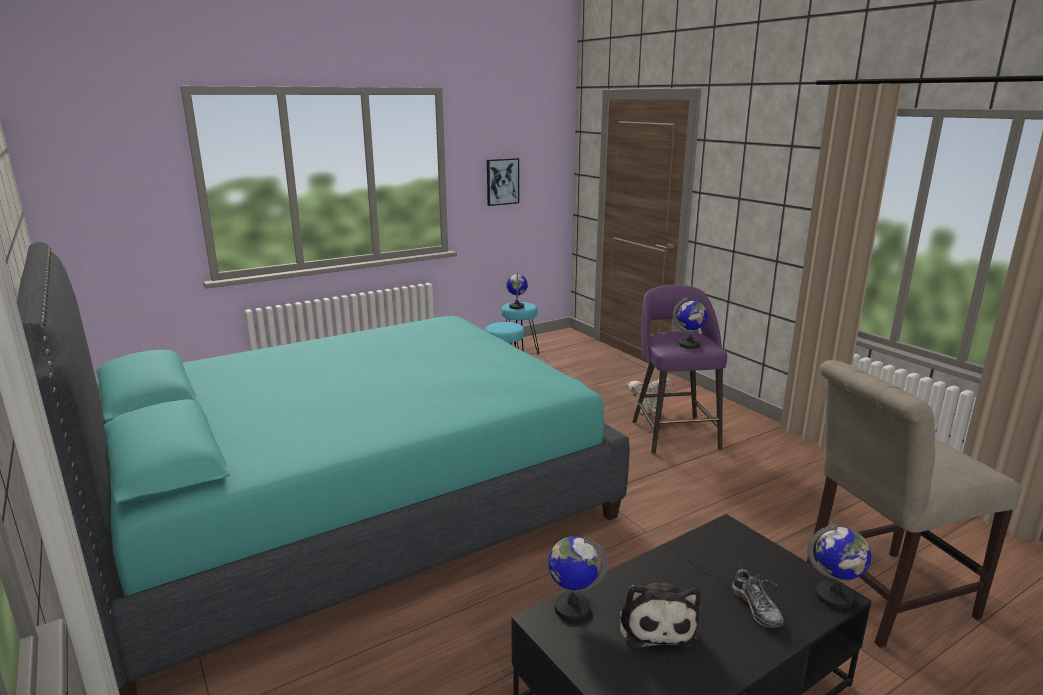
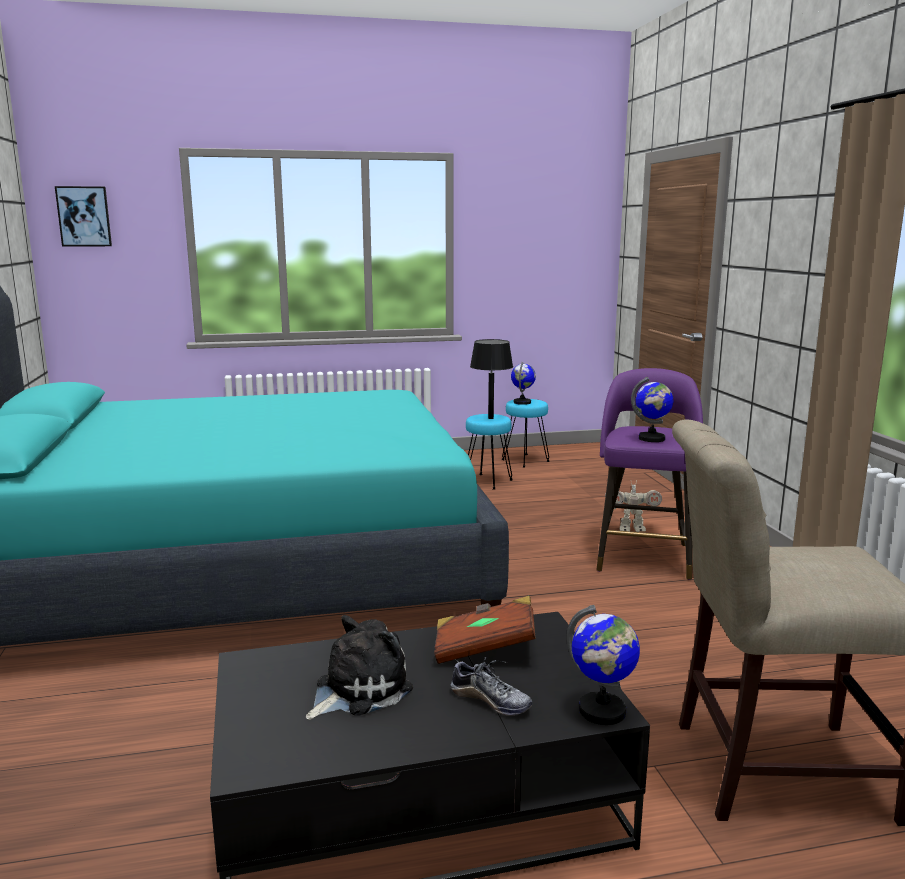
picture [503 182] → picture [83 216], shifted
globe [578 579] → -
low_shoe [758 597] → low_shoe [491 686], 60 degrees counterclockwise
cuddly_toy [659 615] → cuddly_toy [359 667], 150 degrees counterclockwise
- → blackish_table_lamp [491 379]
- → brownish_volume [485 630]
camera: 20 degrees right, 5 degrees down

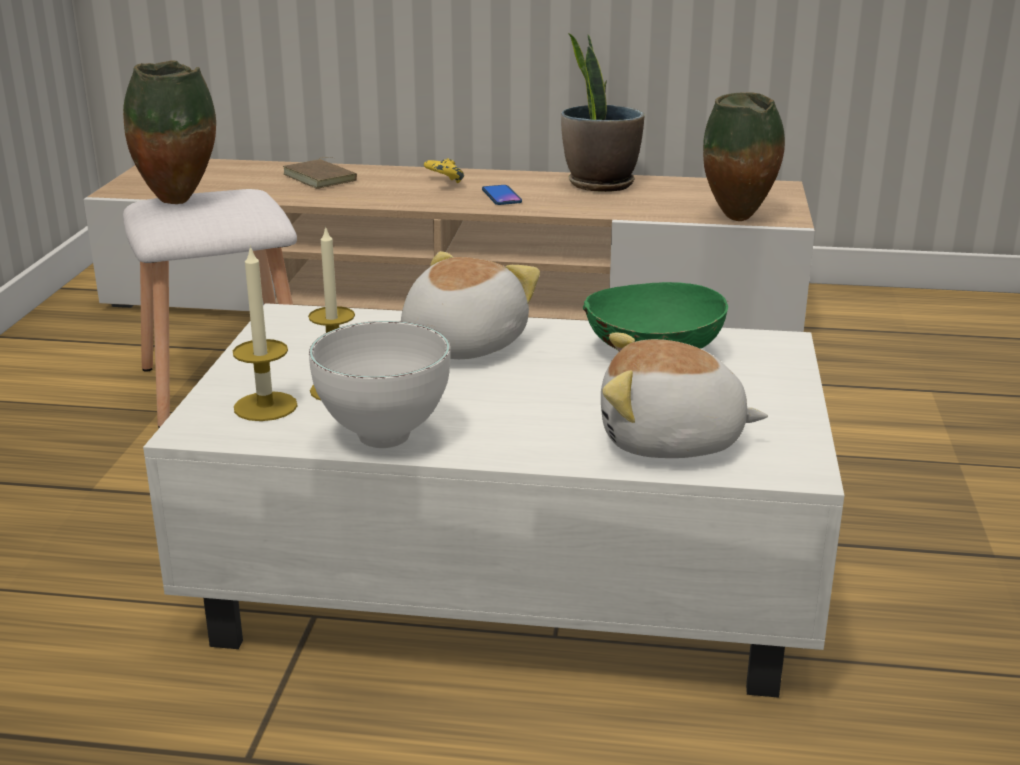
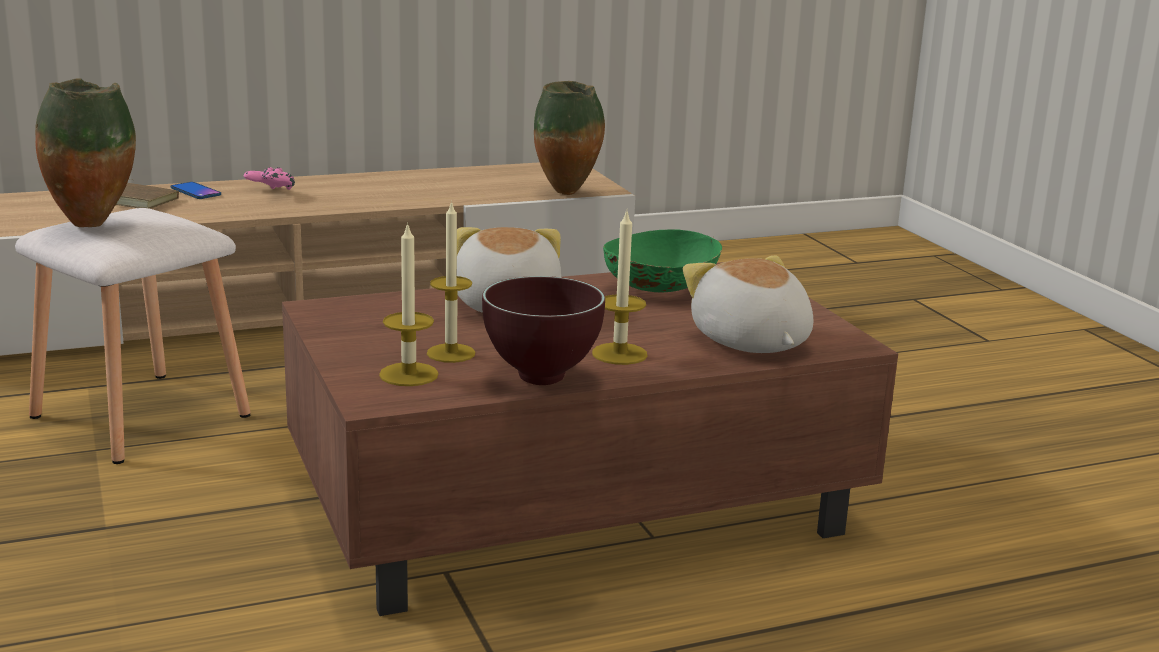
potted_plant [603 112] → -
yellowish_game_controller [444 170] → pink_game_controller [269 178]
phone [502 195] → phone [196 190], shifted
white-coloured_lounge_table [493 500] → brownish_lounge_table [590 439]
white-coloured_deep_dish [380 384] → brownish_deep_dish [543 330]
cuddly_toy [684 395] → cuddly_toy [748 304], 90 degrees clockwise
- → wax_light [619 287]
camera: 30 degrees left, 5 degrees down

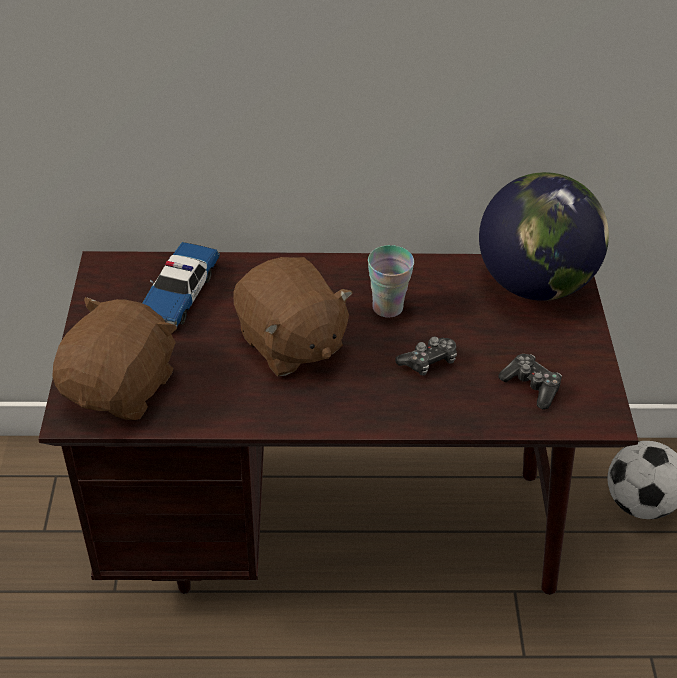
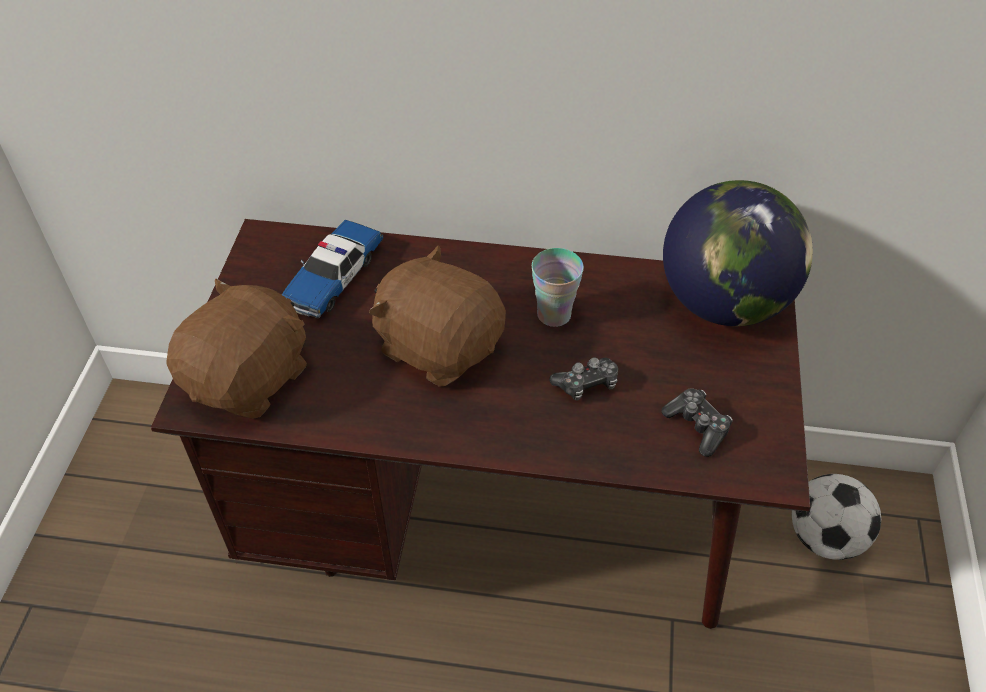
brownish_cuddly_toy [293 316] → brownish_cuddly_toy [437 316], 150 degrees clockwise
camera: 10 degrees right, 5 degrees up

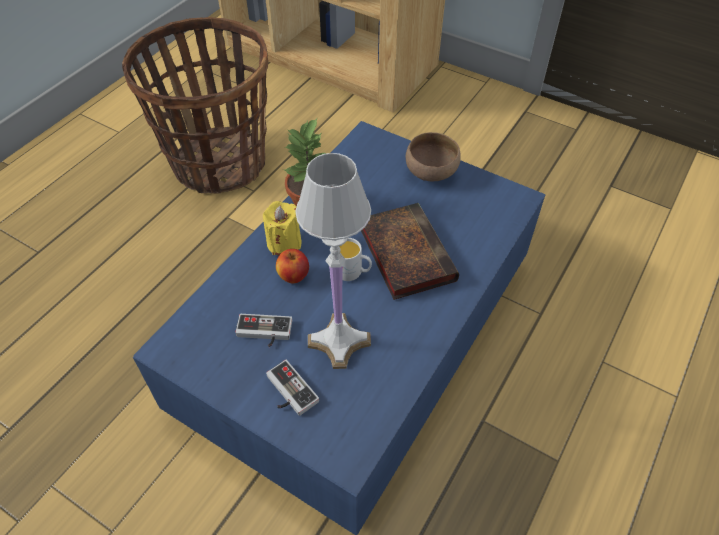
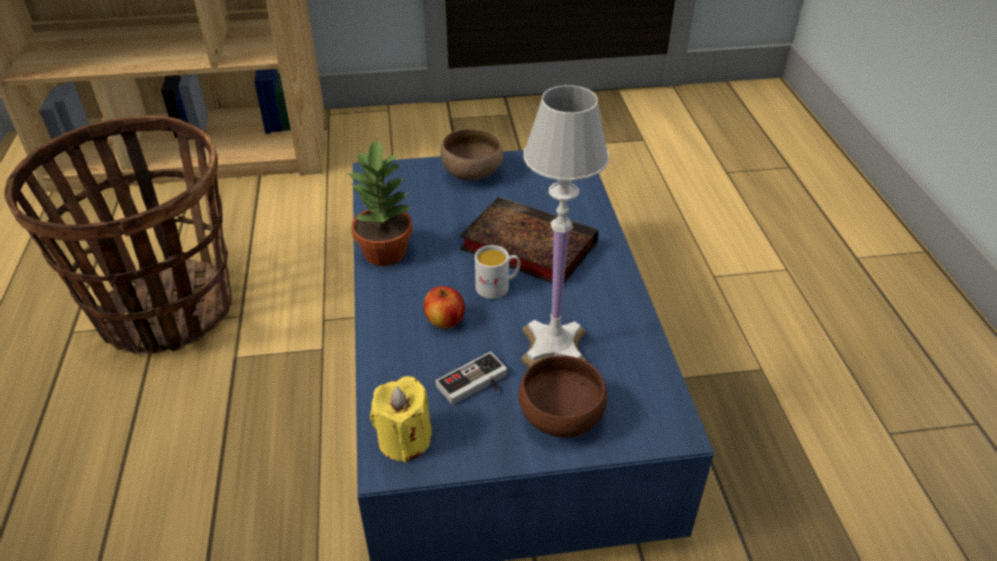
yellowish_wax_light [282 228] → yellowish_wax_light [401 419], shifted
game_controller [292 388] → brownish_deep_dish [562 396]
camera: 40 degrees left, 10 degrees down

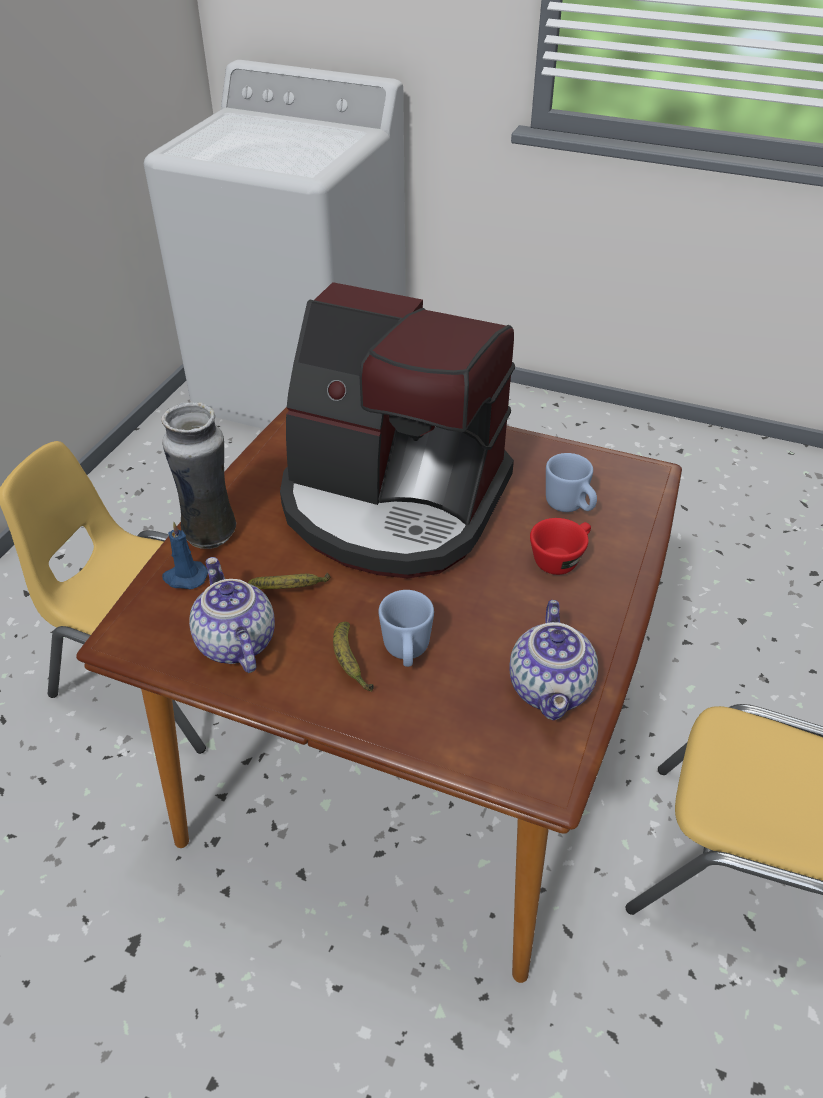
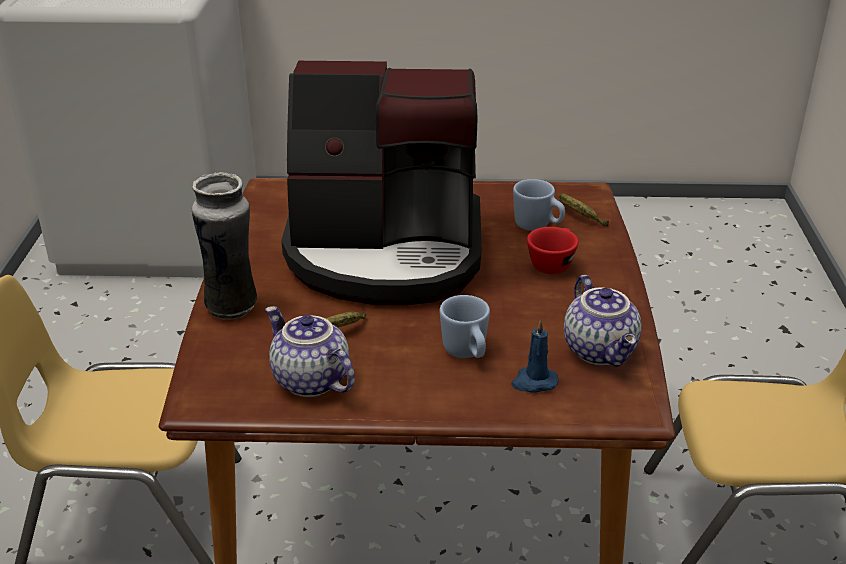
blue_wax_light [185 555] → blue_wax_light [534 356], shifted
banana [353 657] → banana [584 210], shifted
camera: 20 degrees left, 10 degrees down

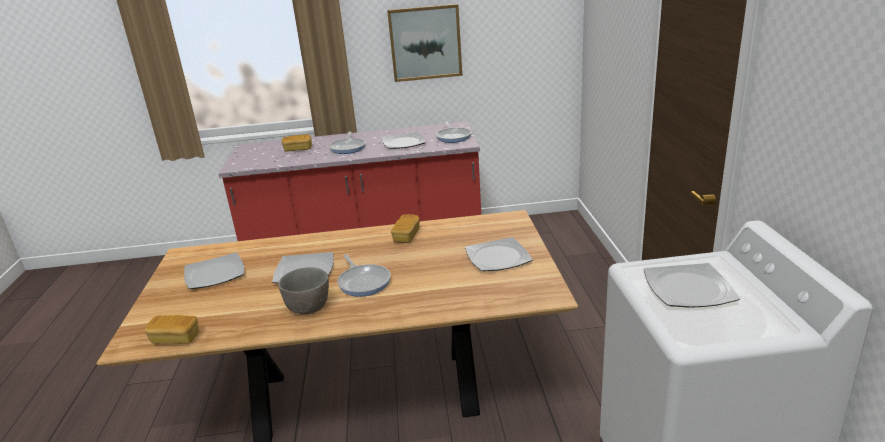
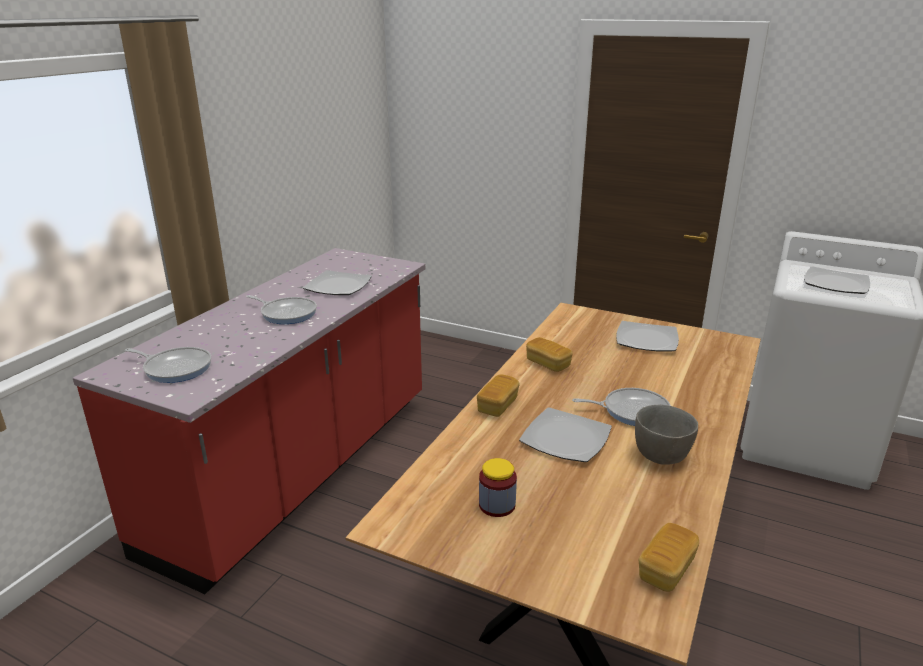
picture [424 43] → -
skillet [454 132] → skillet [168 365], shifted
bakery_bread [297 143] → bakery_bread [498 396], shifted
plate [214 270] → preserve_jar [498 487]
camera: 60 degrees left, 0 degrees up

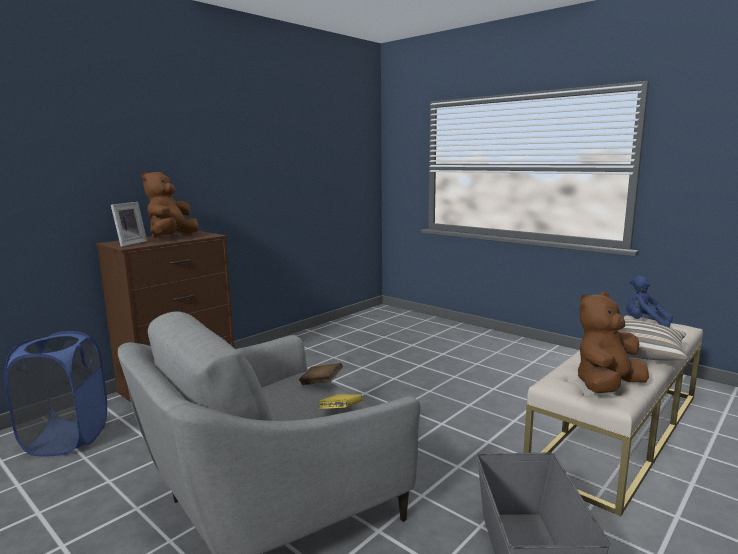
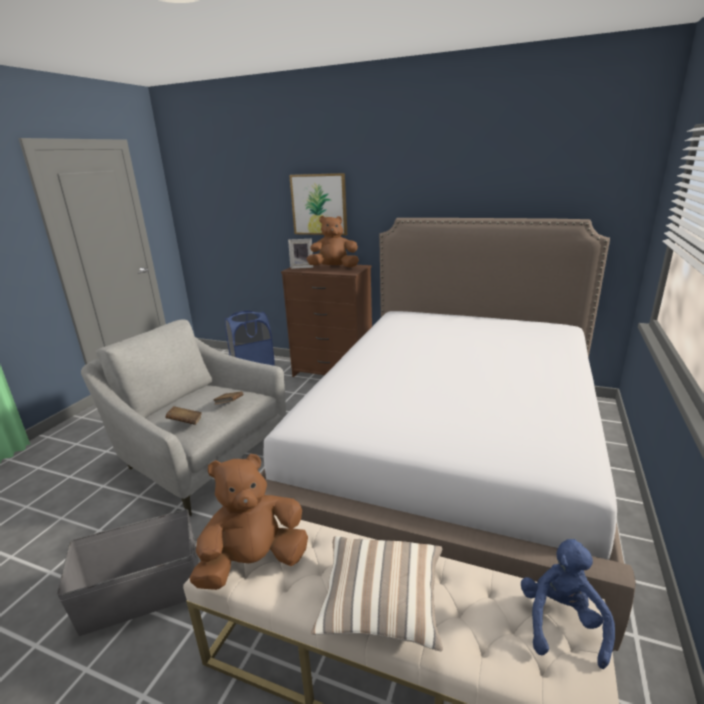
brownish_cuddly_toy [613 342] → brownish_cuddly_toy [248 522], 60 degrees counterclockwise
yellowish_volume [340 401] → brownish_volume [183 415]
- → picture [318 204]
- → sleeping_bed [448 434]
camera: 70 degrees right, 10 degrees up

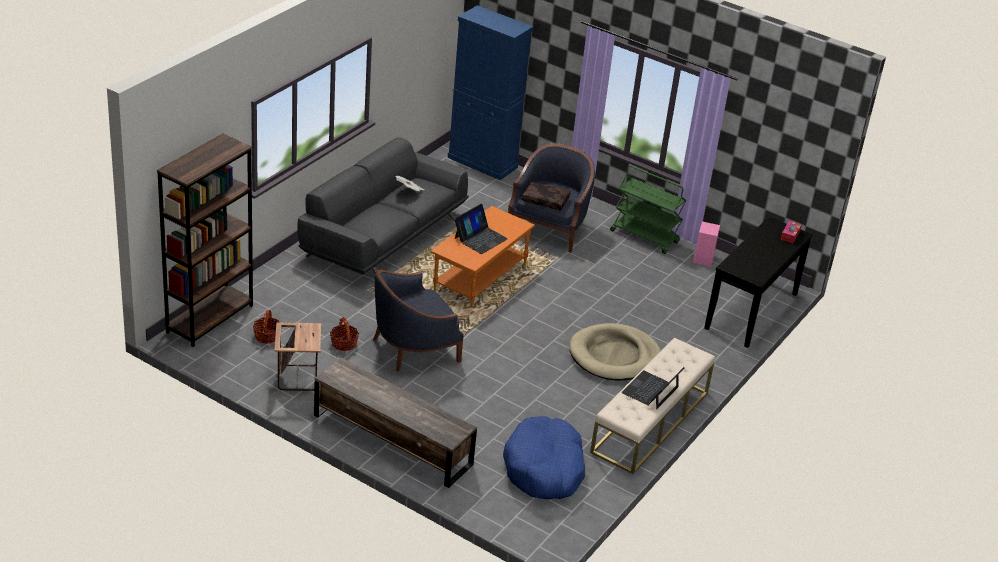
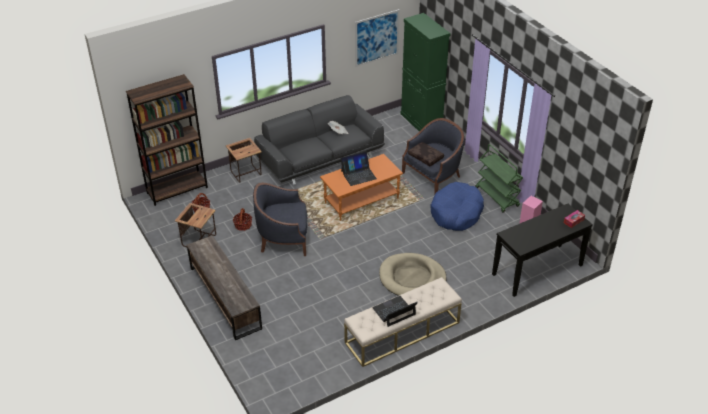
blue_cabinet [490 92] → green-coloured_cabinet [426 72]
blue_pet_bed [544 457] → blue_pet_bed [457 206], shifted
- → picture [377 38]
- → side_table [244 160]
camera: 30 degrees right, 5 degrees up

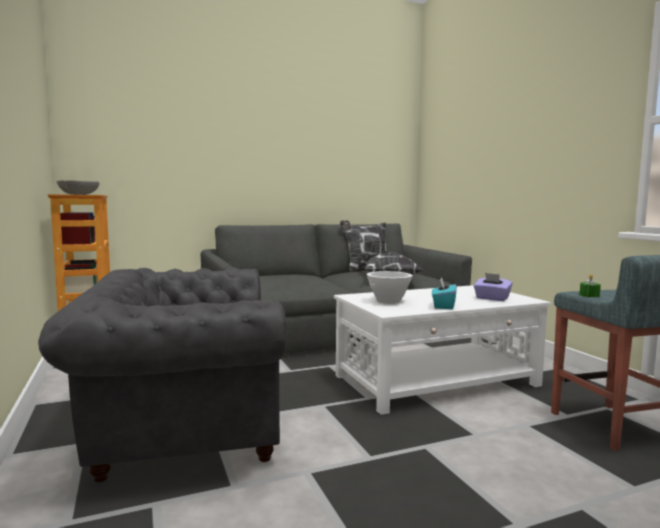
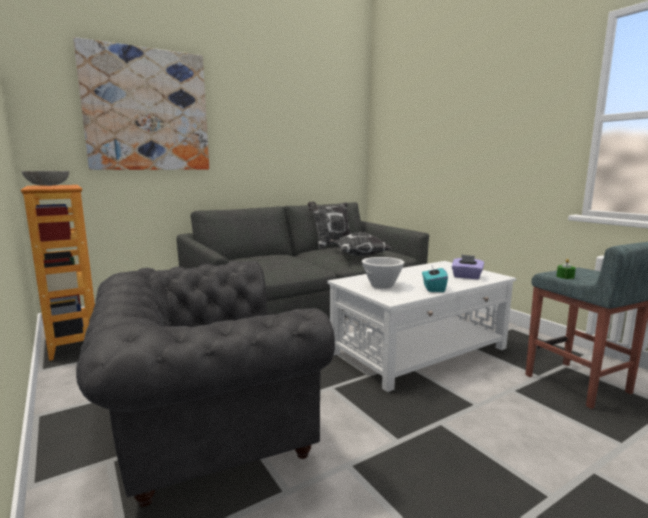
- → picture [141 103]
camera: 10 degrees left, 5 degrees up

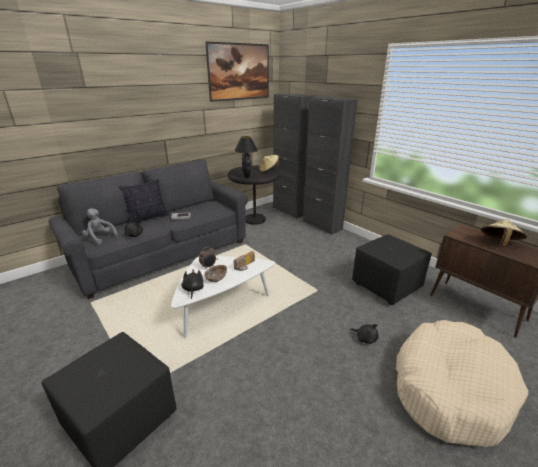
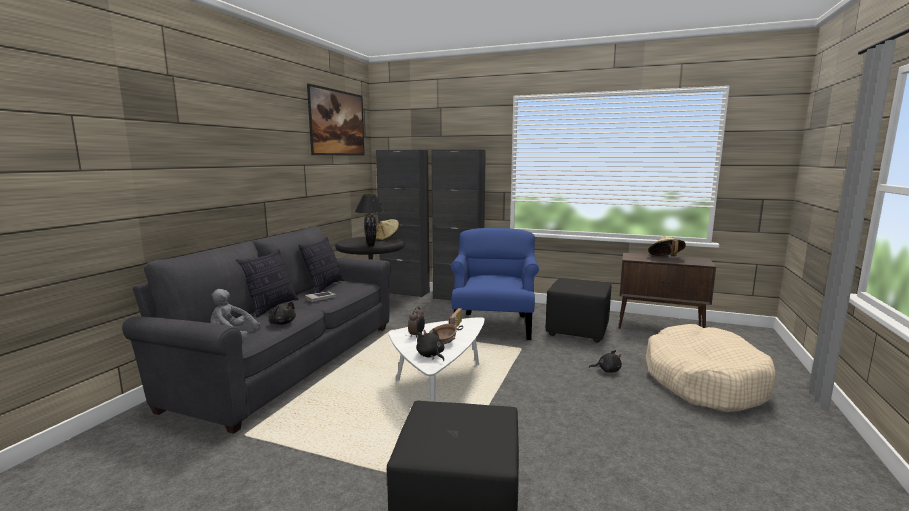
- → blue_lounge_chair [495 284]
- → pillow [321 265]
camera: 30 degrees left, 15 degrees down

